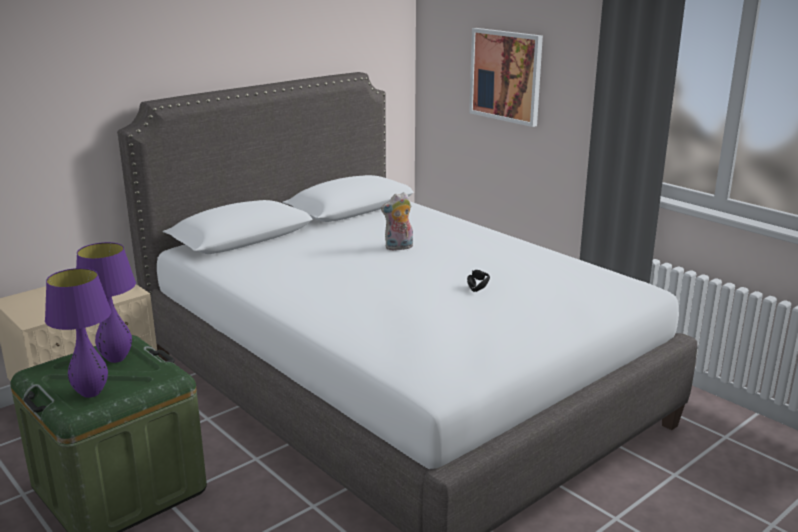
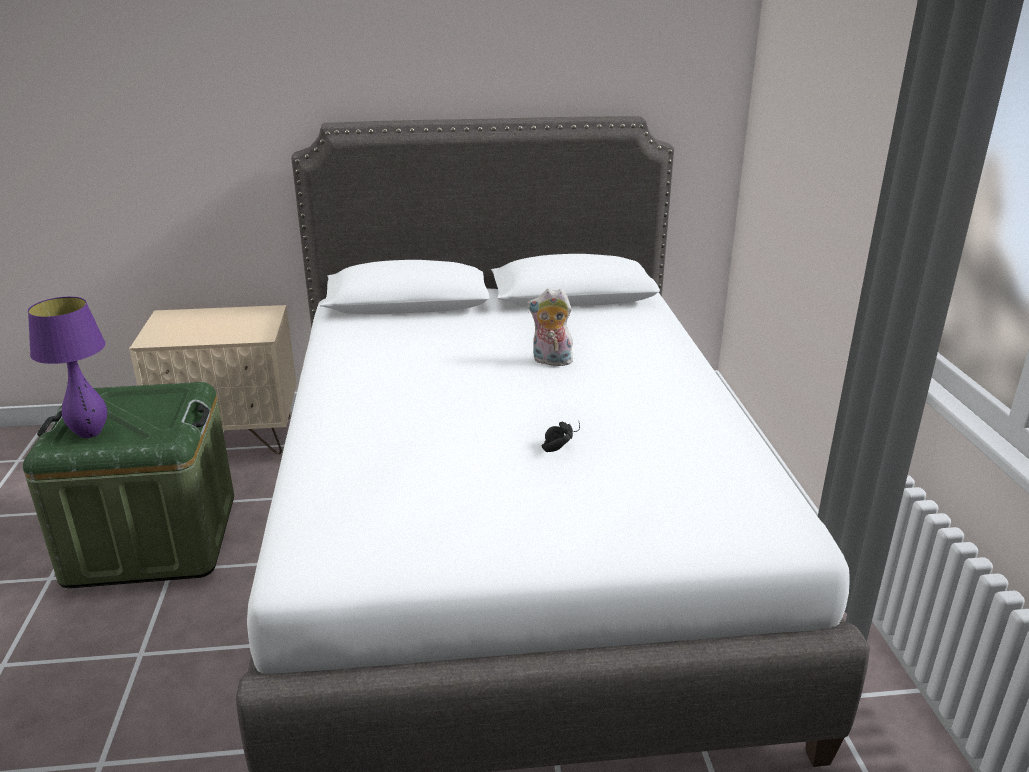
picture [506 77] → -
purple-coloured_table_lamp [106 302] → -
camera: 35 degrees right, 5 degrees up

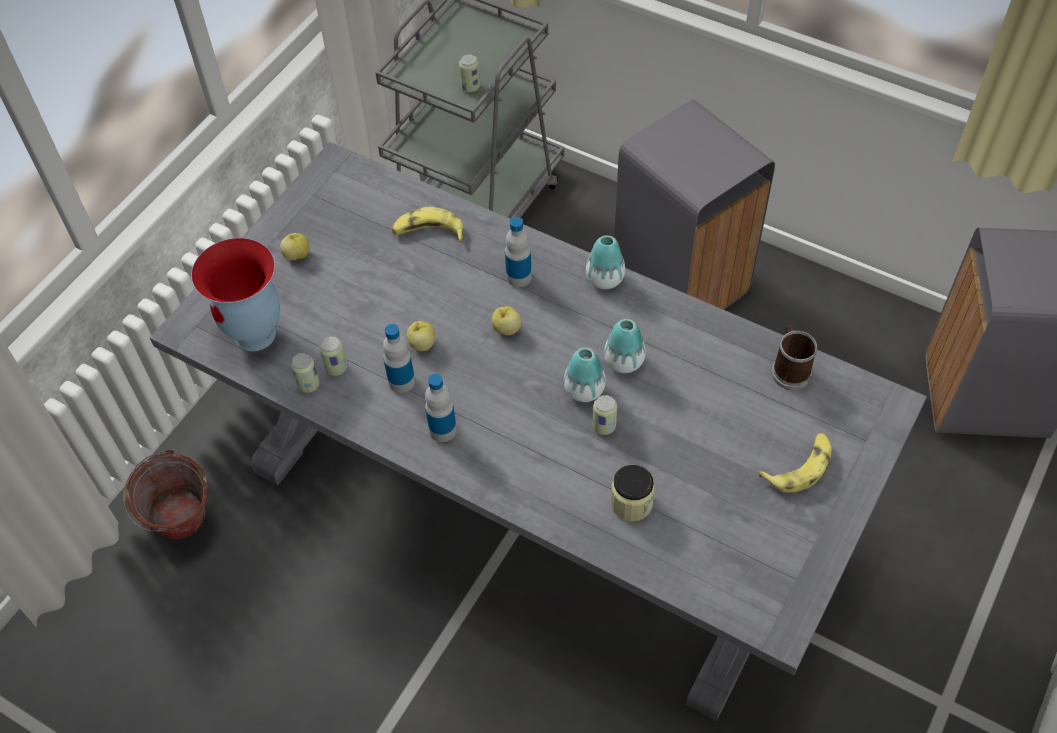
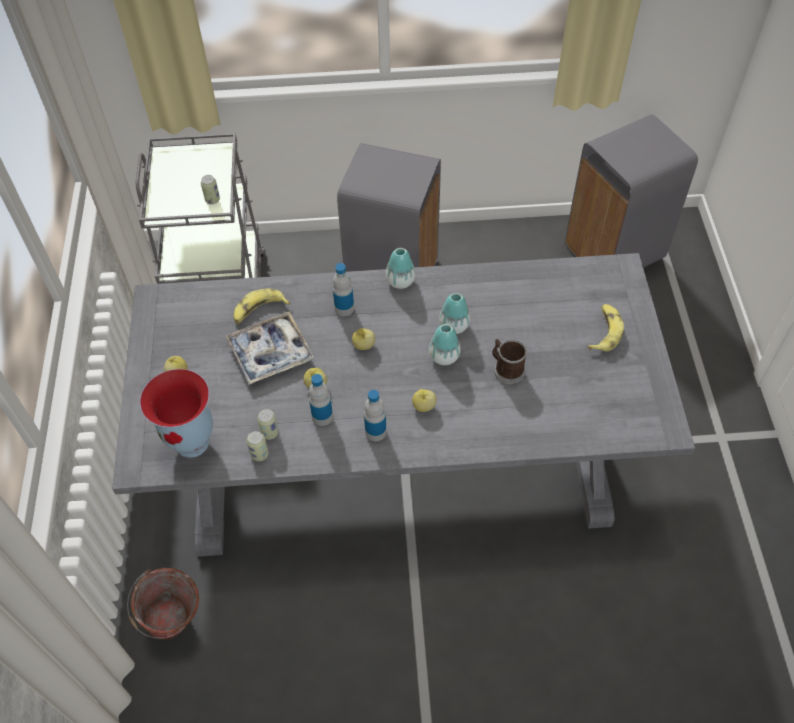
mug [794 357] → mug [509 361], shifted
can [605 415] → -
preserve_jar [632 493] → -
- → carrying_tray [270 348]
- → whole_apple [424 400]
camera: 35 degrees left, 0 degrees up

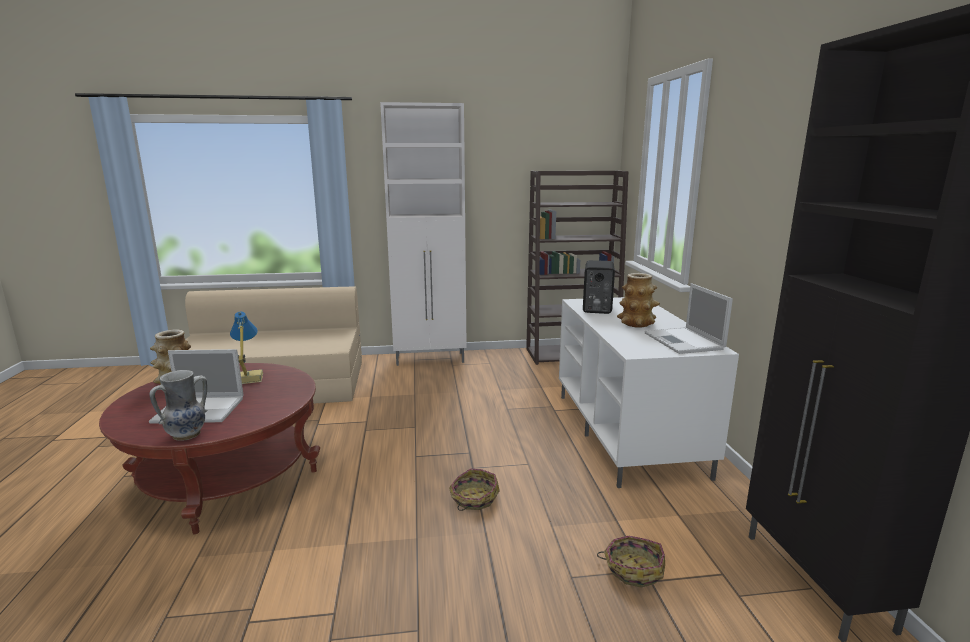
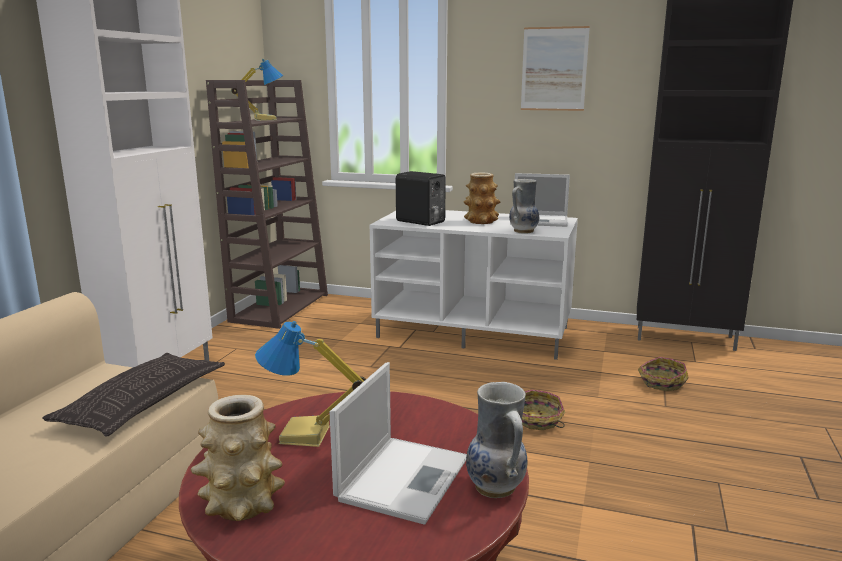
- → picture [555 68]
- → table_lamp [257 90]
- → decorative_vase [524 206]
- → pillow [133 395]
camera: 65 degrees left, 0 degrees up

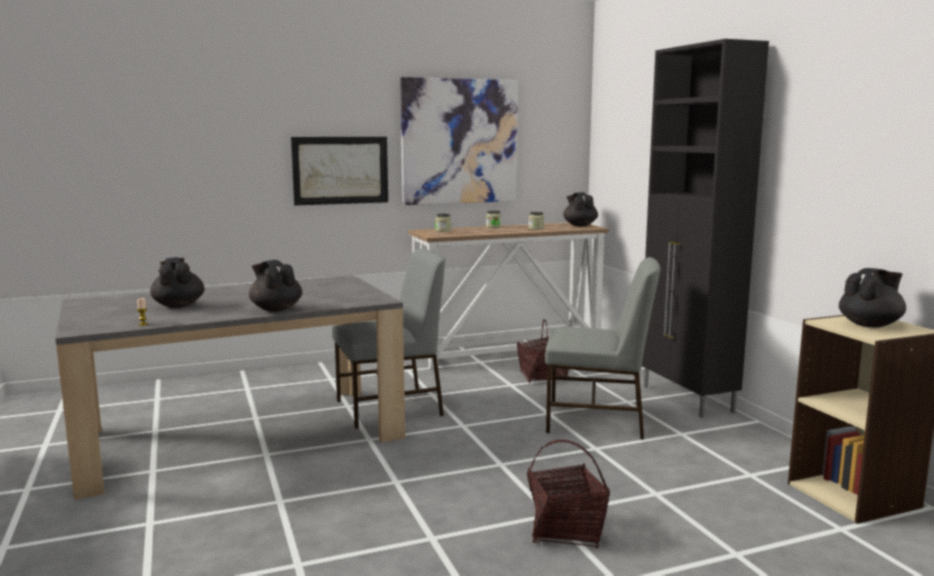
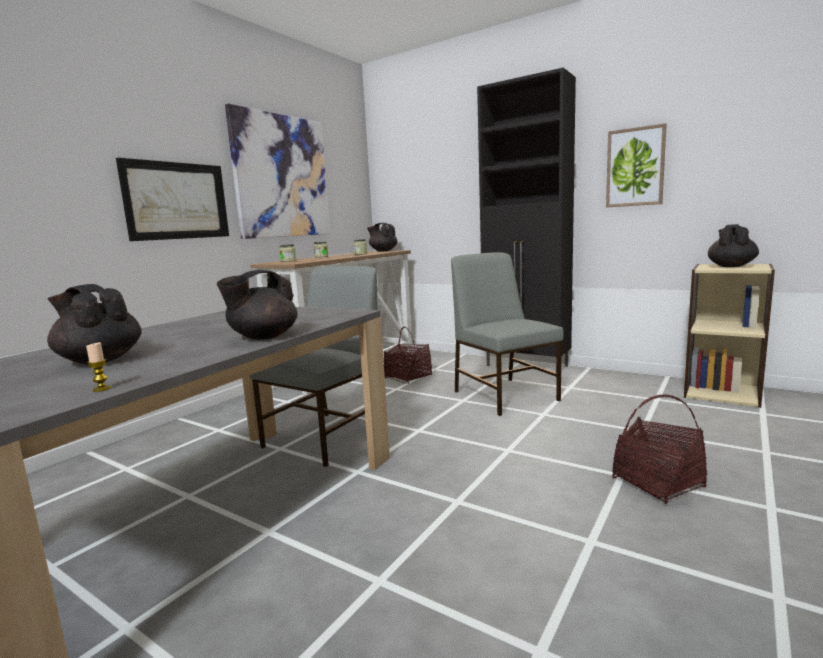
grey_plain_chair [602 348] → grey_plain_chair [507 334], 90 degrees counterclockwise
blackish_teapot [275 286] → blackish_teapot [257 305], 60 degrees counterclockwise
- → picture [636 165]
camera: 35 degrees left, 0 degrees up

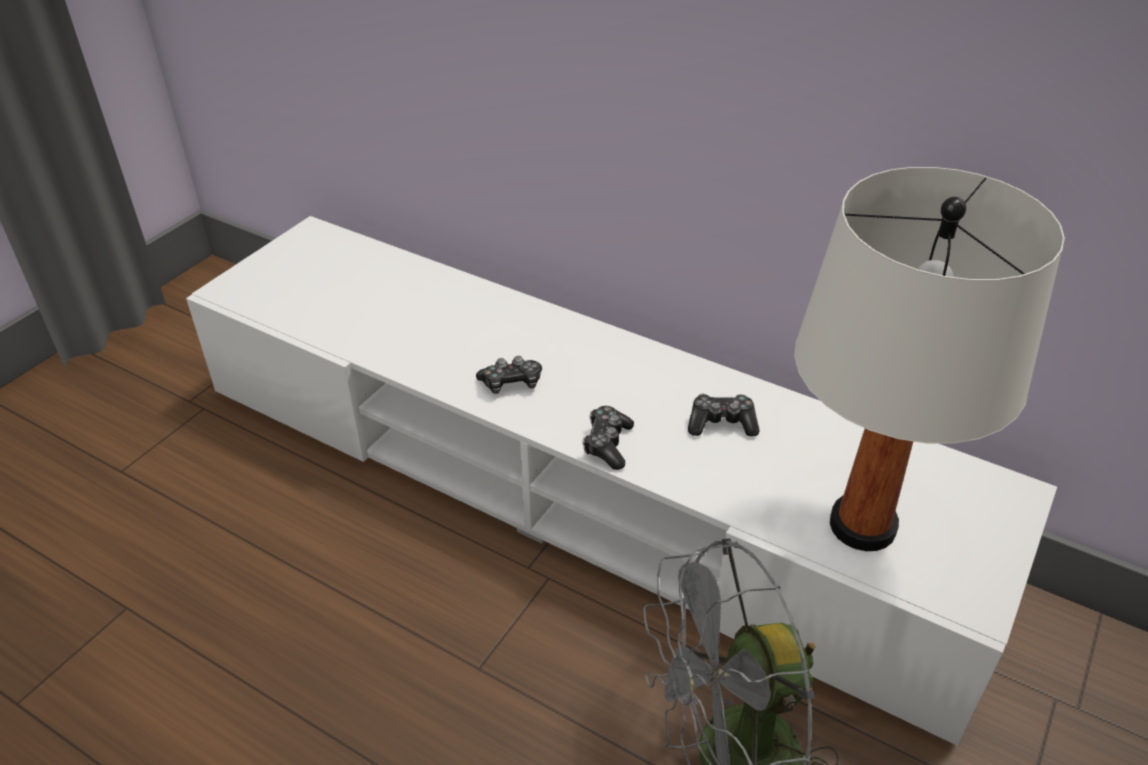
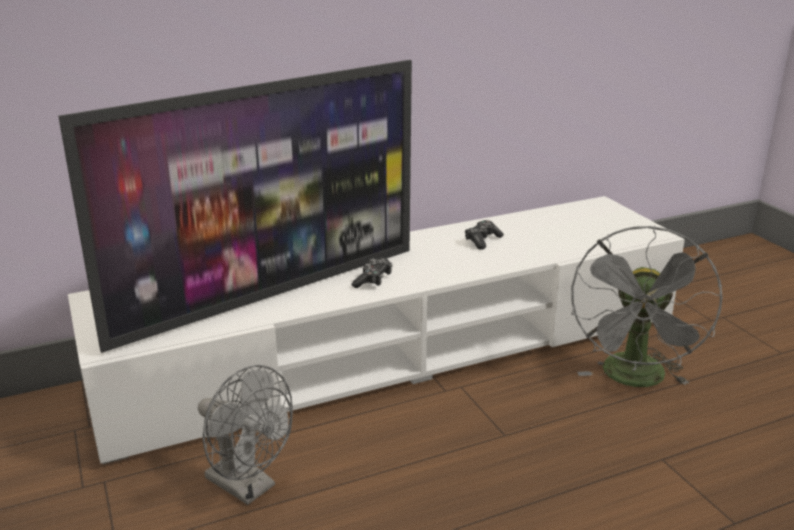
white-coloured_table_lamp [929 359] → -
game_controller [608 438] → -
- → television [235 206]
- → grey_fan [245 435]
camera: 55 degrees left, 15 degrees down

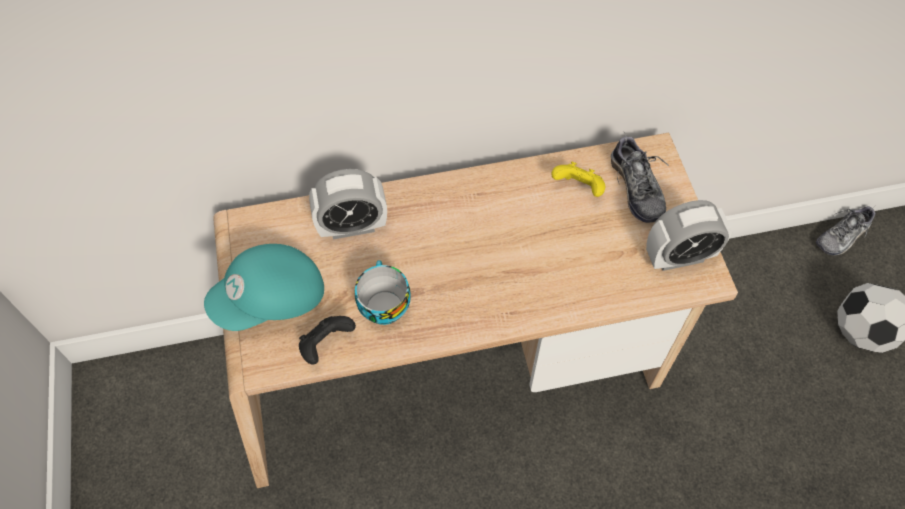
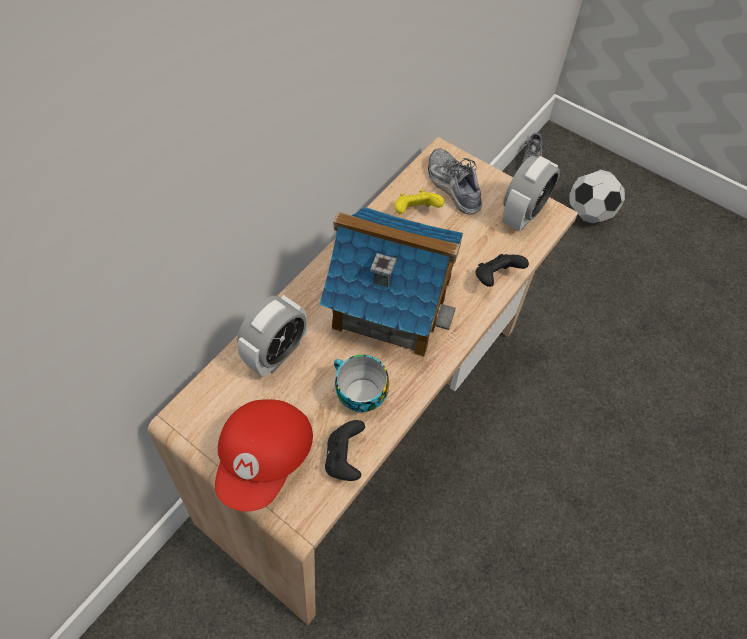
low_shoe [640 177] → low_shoe [455 181], 150 degrees counterclockwise
turquoise_baseball_cap [264 287] → red-coloured_baseball_cap [264 455]
- → miniature_house [391 282]
- → blackish_game_controller [502 270]
camera: 40 degrees left, 0 degrees up

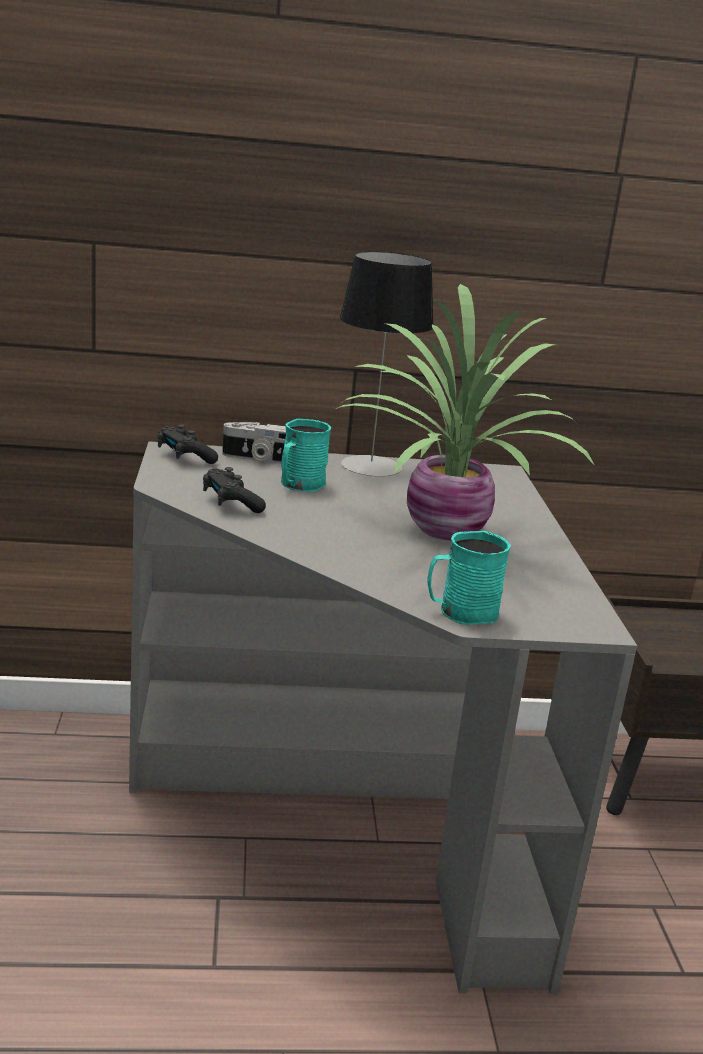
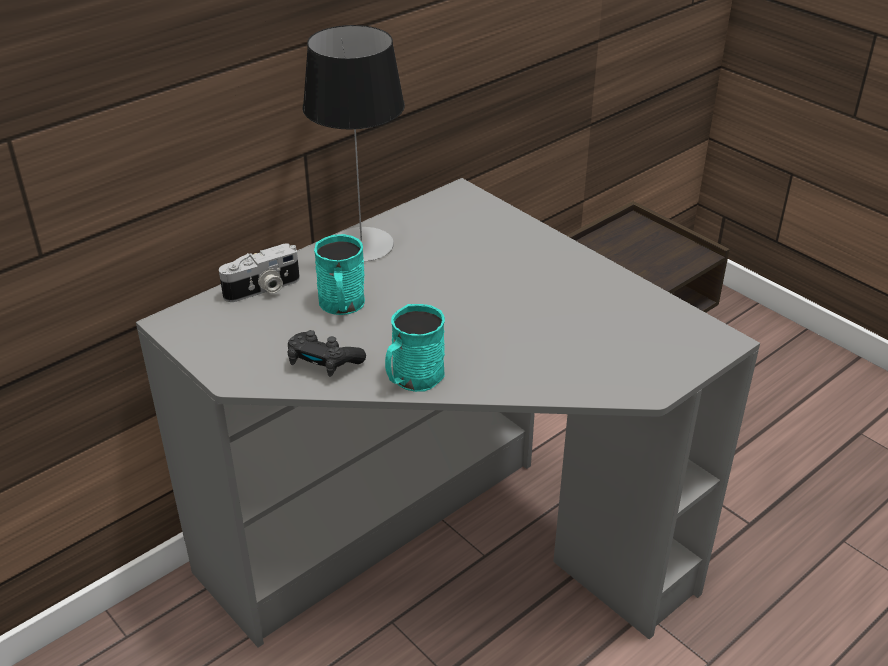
potted_plant [465 412] → -
blackish_game_controller [187 444] → -
turquoise_mug [469 578] → turquoise_mug [415 348], shifted
camera: 35 degrees left, 15 degrees up

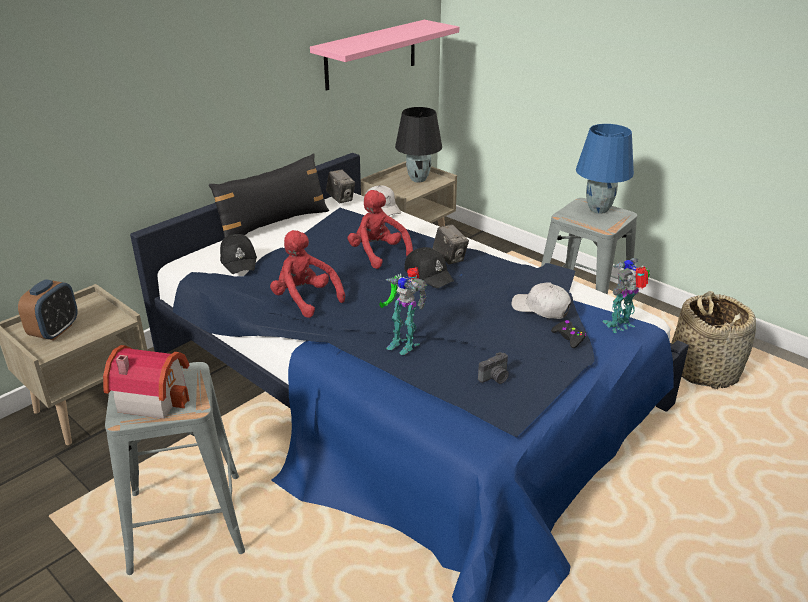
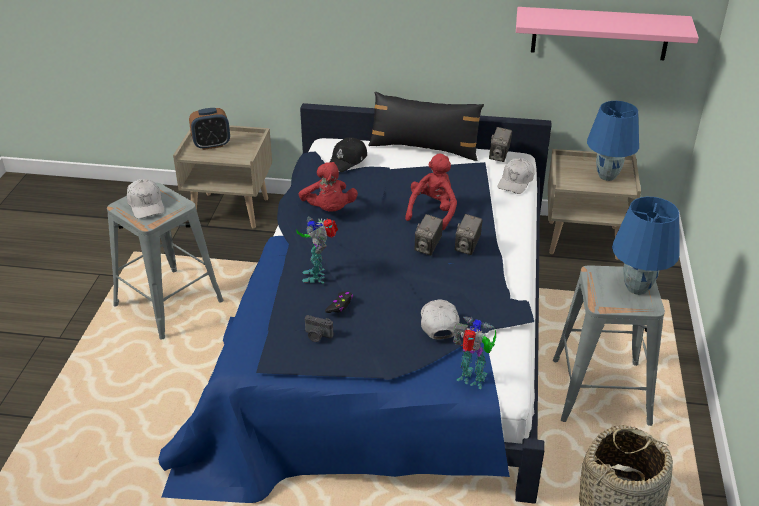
blackish_table_lamp [418 145] → blue_table_lamp [613 141]
red-coloured_cuddly_toy [307 274] → red-coloured_cuddly_toy [328 187], 150 degrees clockwise
blackish_baseball_cap [429 267] → photo_camera [429 234]
blackish_game_controller [568 334] → blackish_game_controller [339 302], shifted
miniature_house [146 382] → white-coloured_baseball_cap [146 199]
camera: 55 degrees right, 5 degrees up

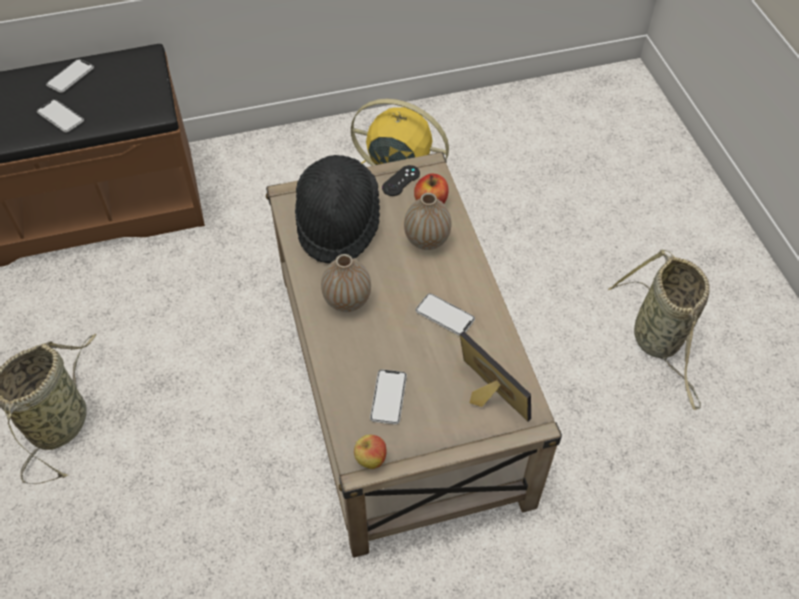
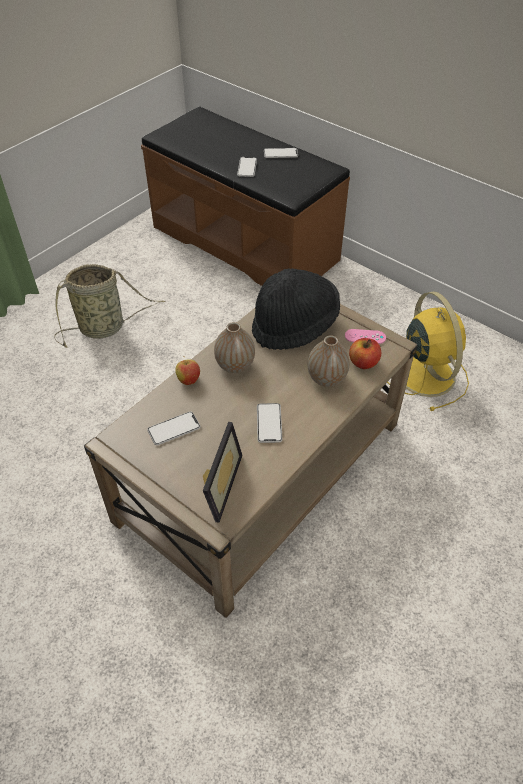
blackish_game_controller [401 180] → pink_game_controller [365 336]
basket [659 330] → -
whole_apple [370 452] → whole_apple [187 370], shifted
camera: 55 degrees right, 5 degrees down

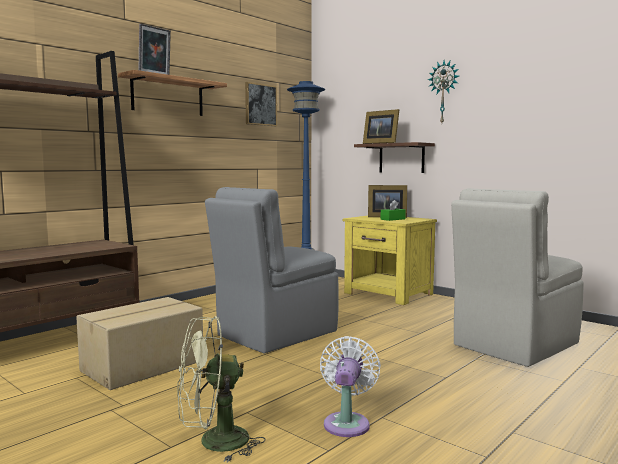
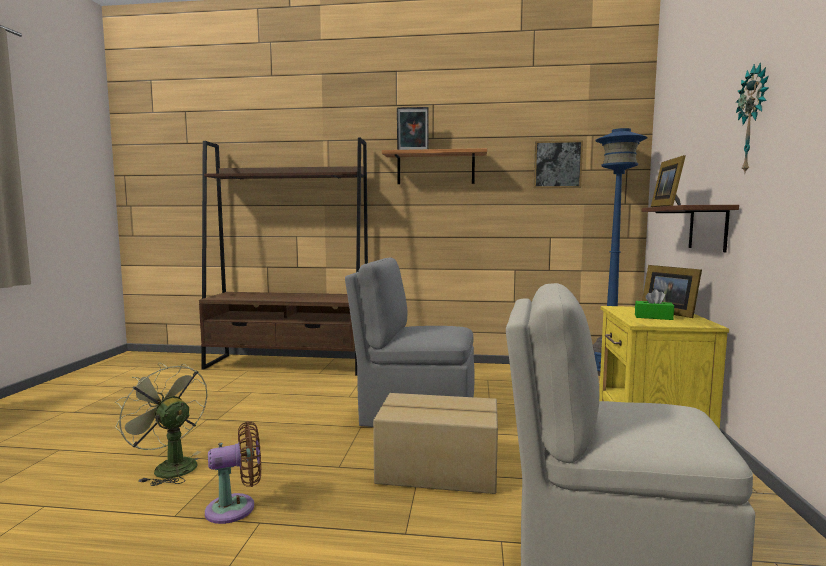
cardboard_box [139 343] → cardboard_box [435 443], shifted
white-coloured_fan [350 386] → brownish_fan [233 472]
camera: 55 degrees right, 0 degrees up

